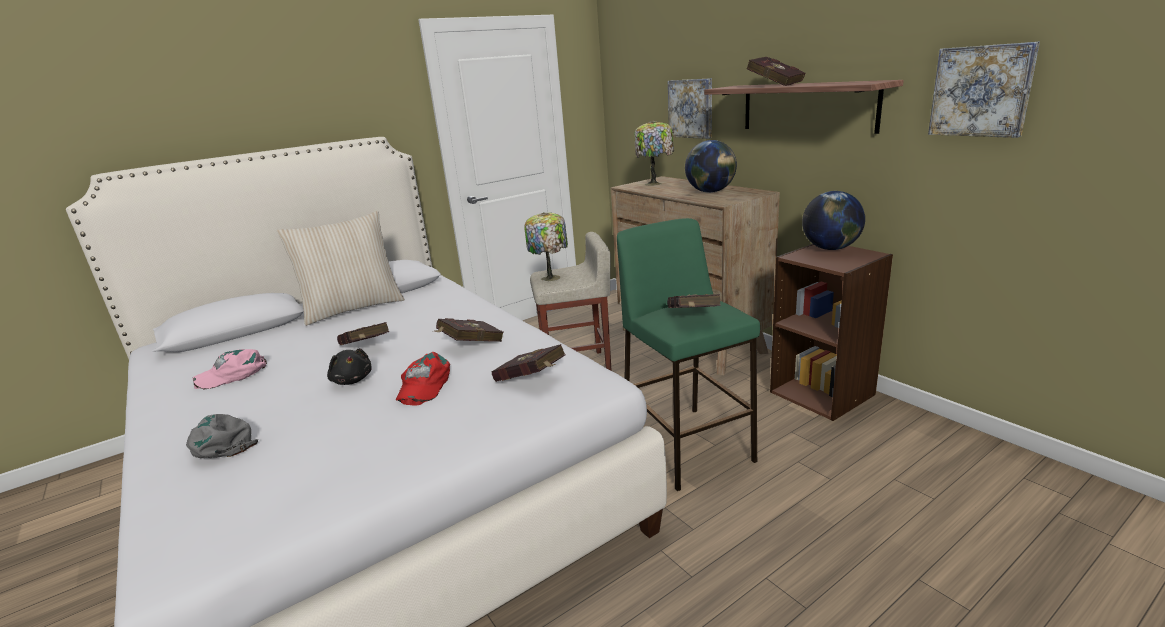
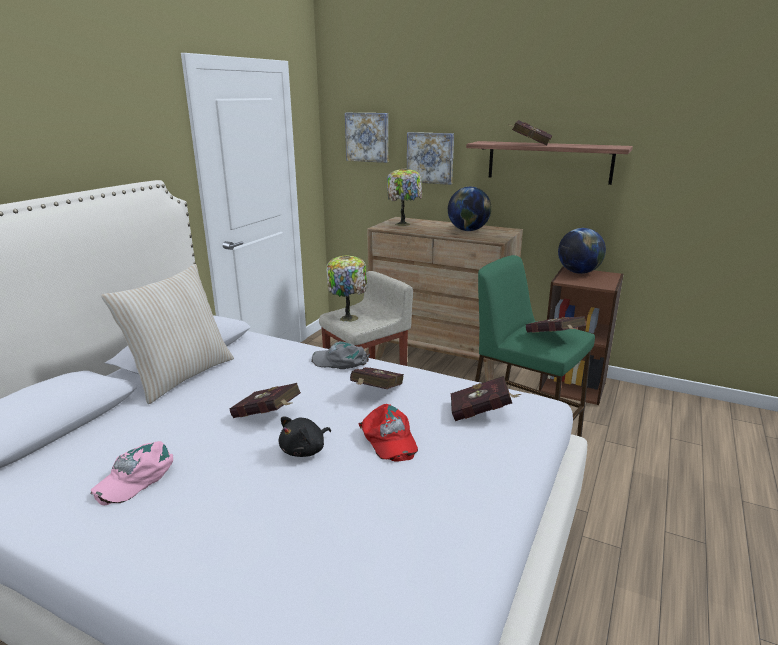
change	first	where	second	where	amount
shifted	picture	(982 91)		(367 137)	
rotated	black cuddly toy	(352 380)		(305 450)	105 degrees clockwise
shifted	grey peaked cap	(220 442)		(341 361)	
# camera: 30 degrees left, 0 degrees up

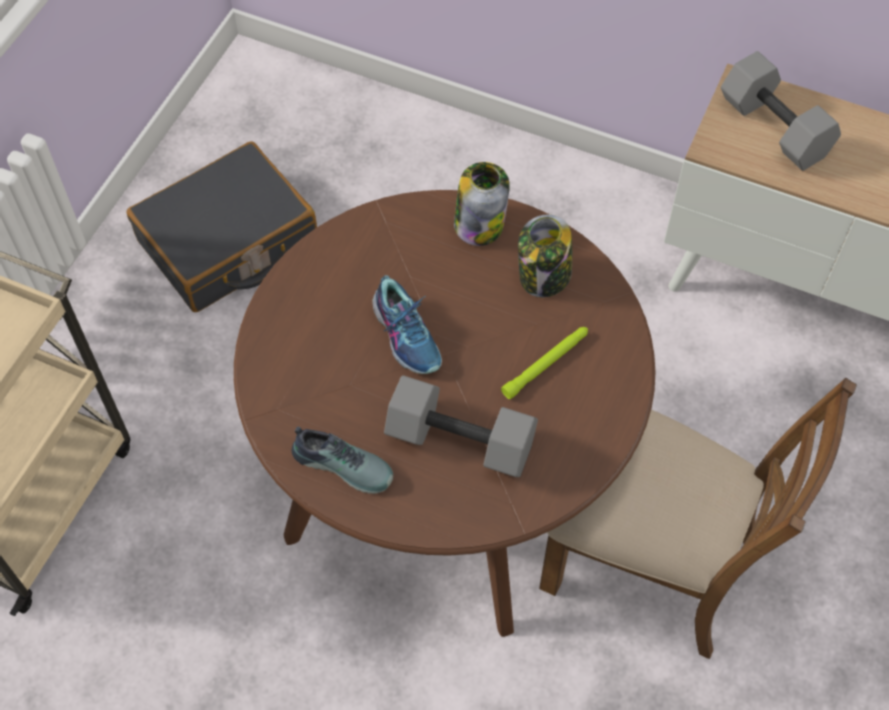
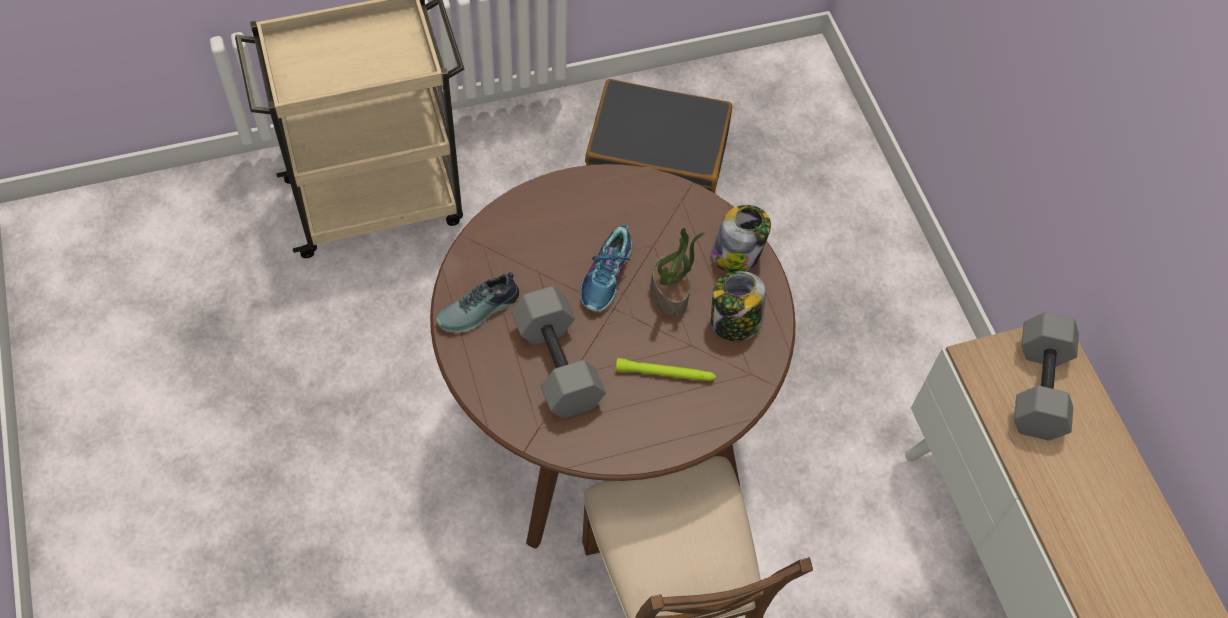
change	first	where	second	where	amount
rotated	shoe	(344 463)		(479 311)	75 degrees clockwise
new			potted plant	(670 294)	
# camera: 45 degrees right, 0 degrees up

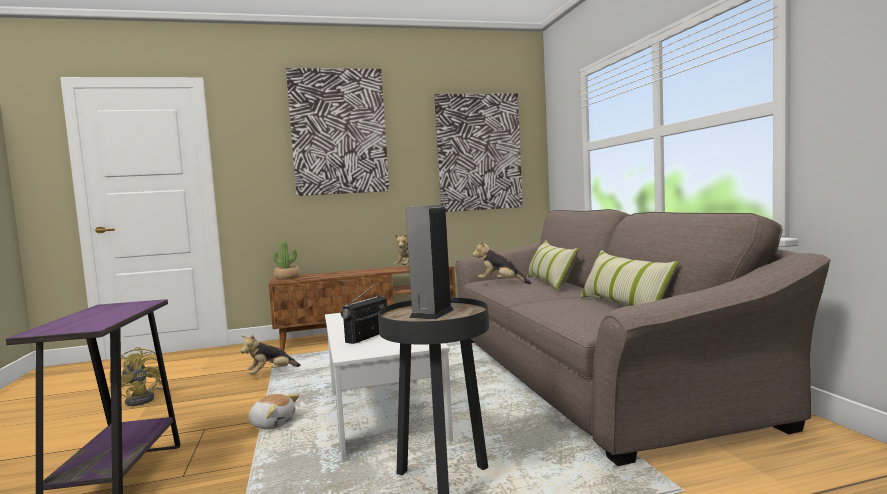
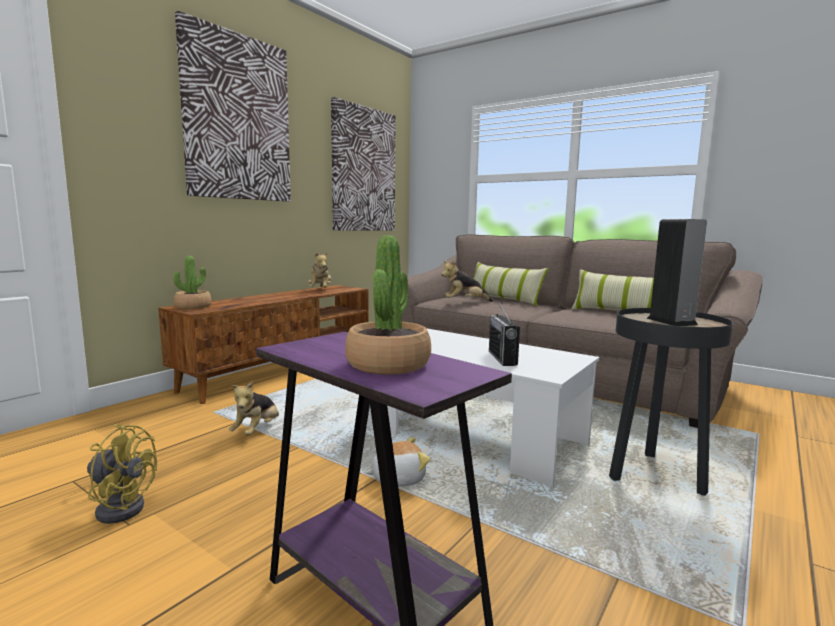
change	first	where	second	where	amount
new			potted plant	(388 364)	
# camera: 40 degrees left, 5 degrees up

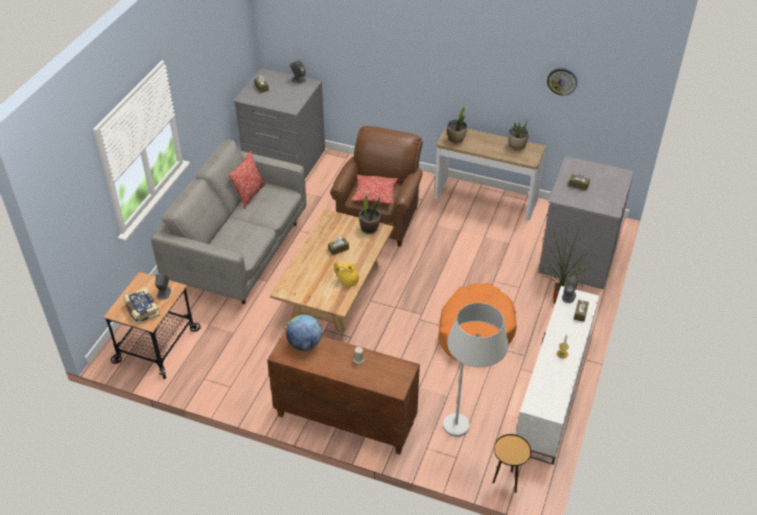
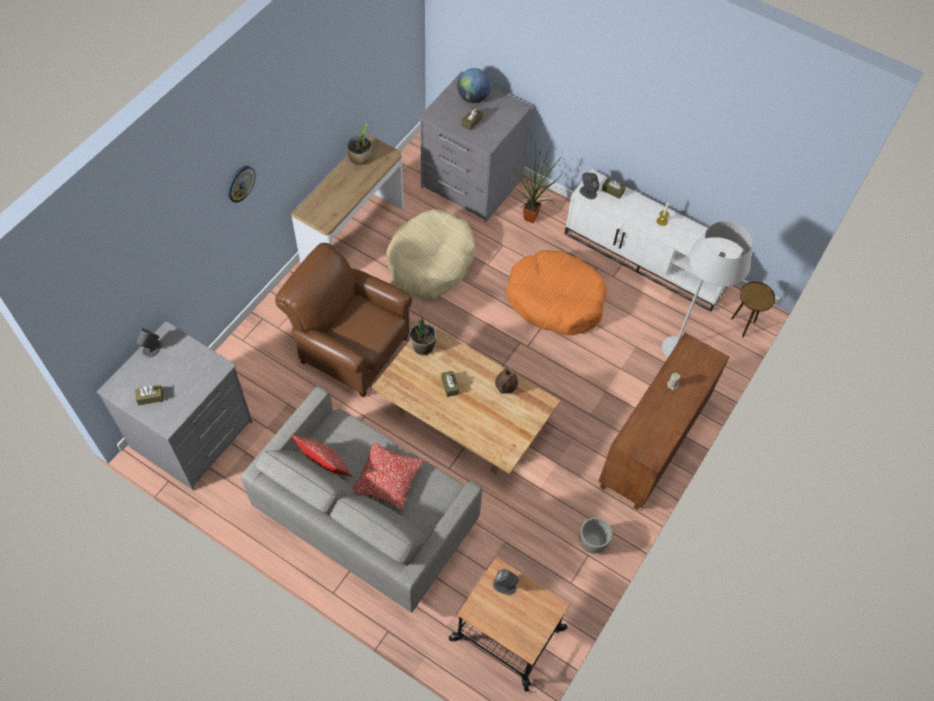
change	first	where	second	where	amount
shifted	hanging clock	(562 81)		(240 183)	
gone	potted plant	(456 139)			
shifted	pillow	(375 195)		(387 480)	
repainted	yellow-coloured pot for tea	(348 280)	brown pot for tea	(505 386)	
gone	volume	(141 310)			
shifted	desk globe	(304 344)		(473 98)	
new			sand-coloured dog cushion	(430 262)	
new			planter	(592 543)	
# camera: 80 degrees left, 15 degrees up

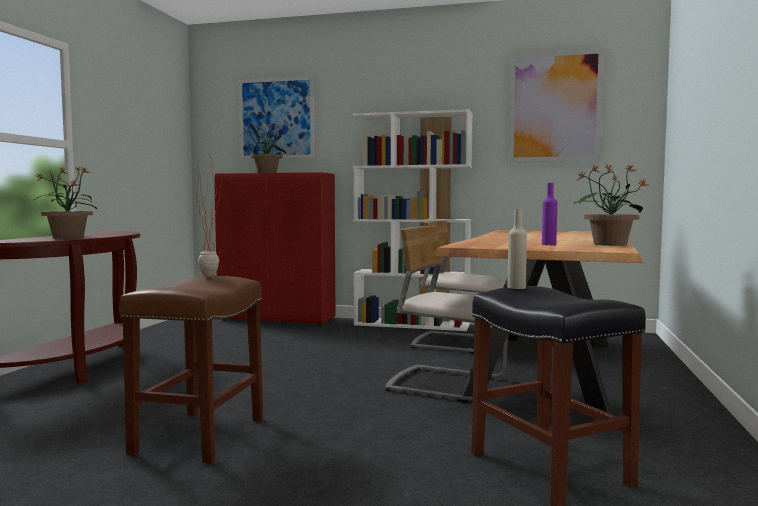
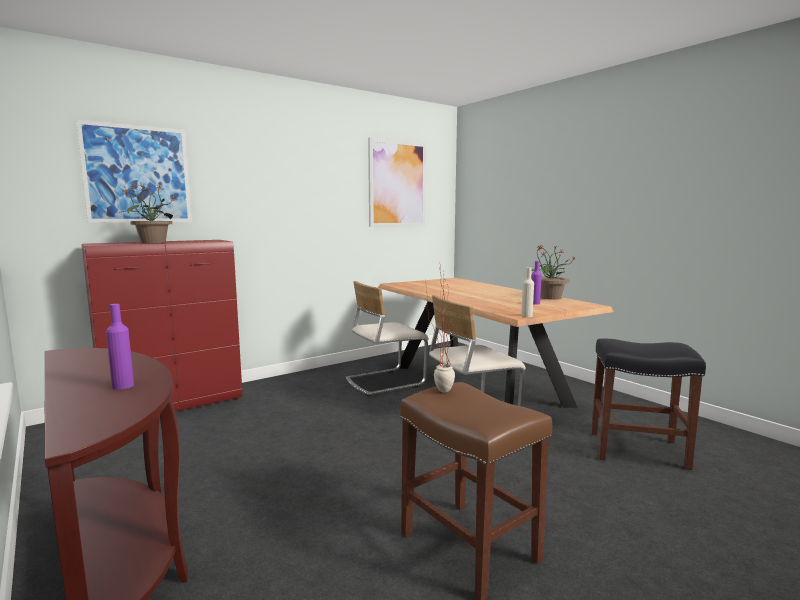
change	first	where	second	where	amount
gone	white shelving unit	(412 324)			
swapped	potted plant	(68 237)	purplish drink bottle	(123 386)	
shifted	sand-coloured drink bottle	(516 287)		(526 315)	
# camera: 50 degrees left, 5 degrees up

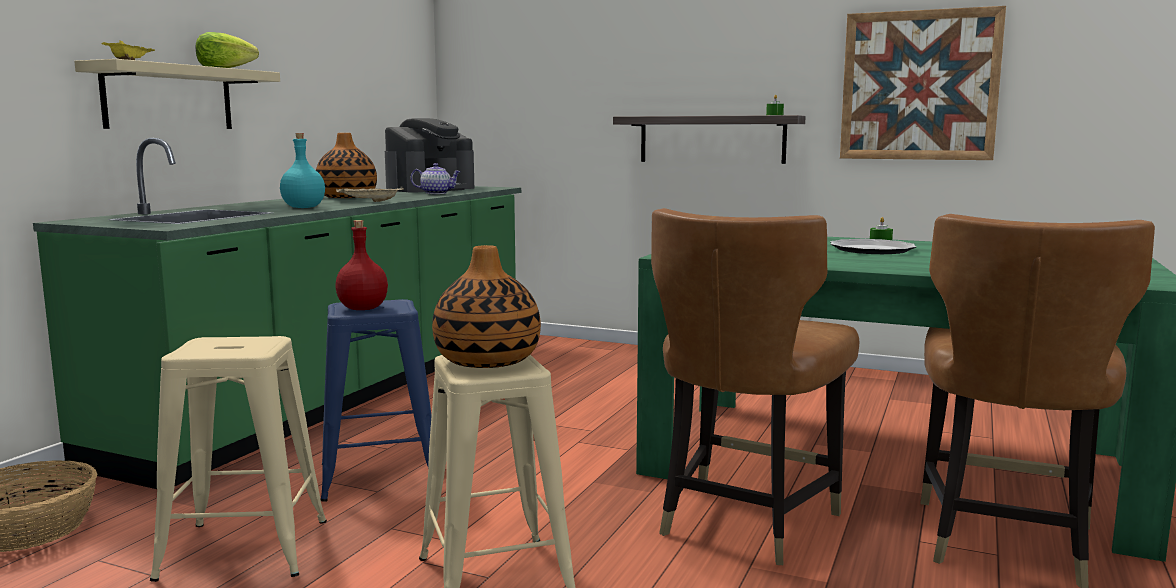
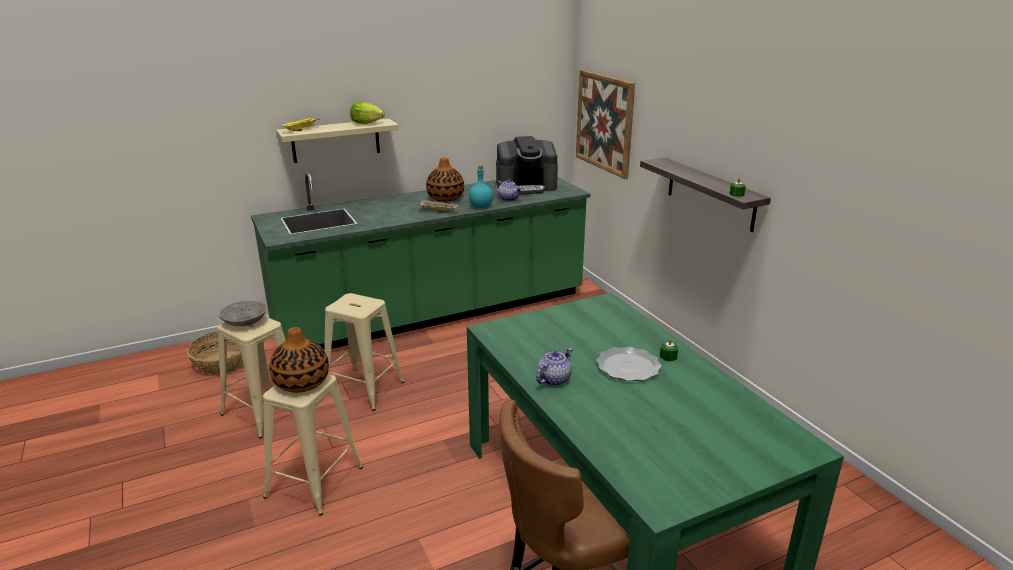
change	first	where	second	where	amount
shifted	picture	(919 86)		(604 122)	
shifted	turquoise drink bottle	(304 207)		(480 207)	
gone	brown upright chair	(744 521)			
gone	red-coloured drink bottle	(362 309)			
repainted	blue stool seat	(379 476)	sand-coloured stool seat	(364 389)	
new			grey deep dish	(245 322)	
new			pot for tea	(553 379)	
# camera: 40 degrees right, 15 degrees up

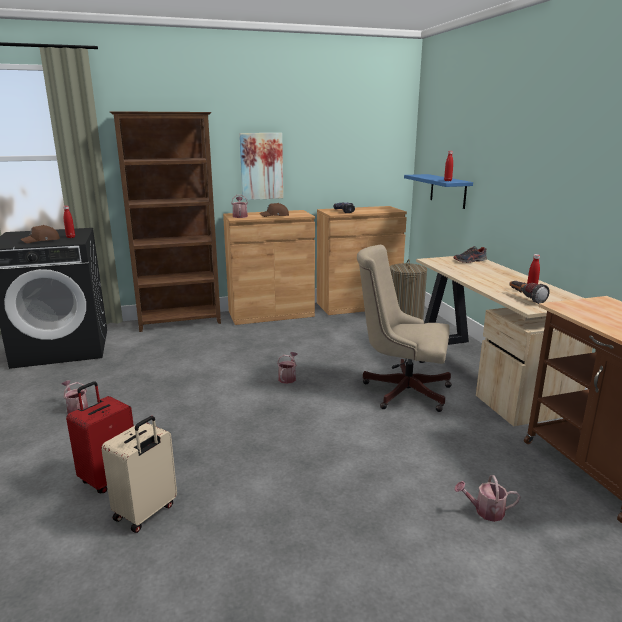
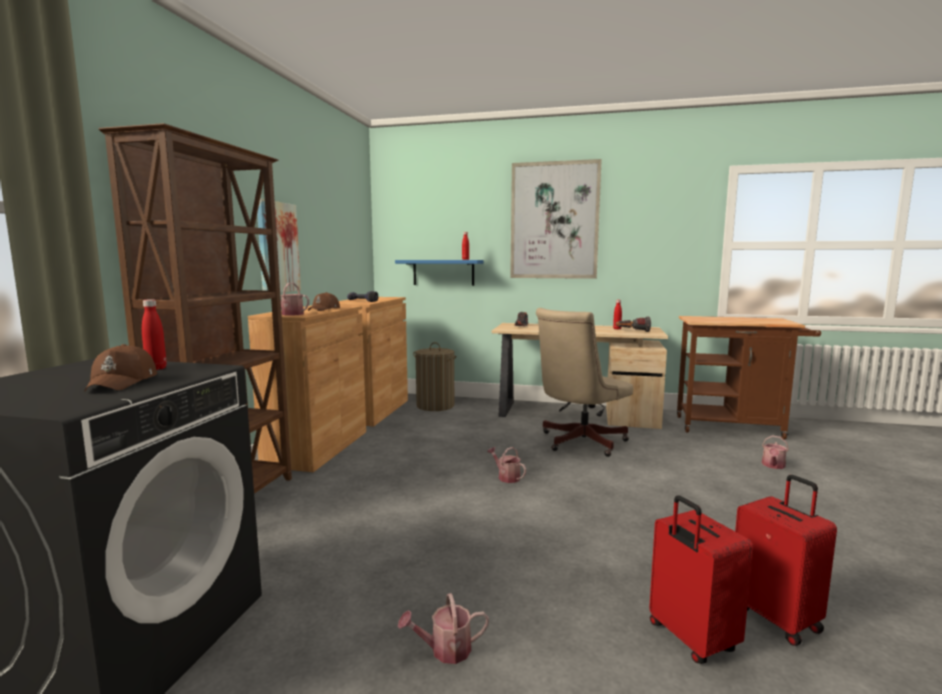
change	first	where	second	where	amount
repainted	sand-coloured suitcase	(146 512)	red-coloured suitcase	(776 618)	
new			picture	(554 220)	
# camera: 60 degrees left, 10 degrees down

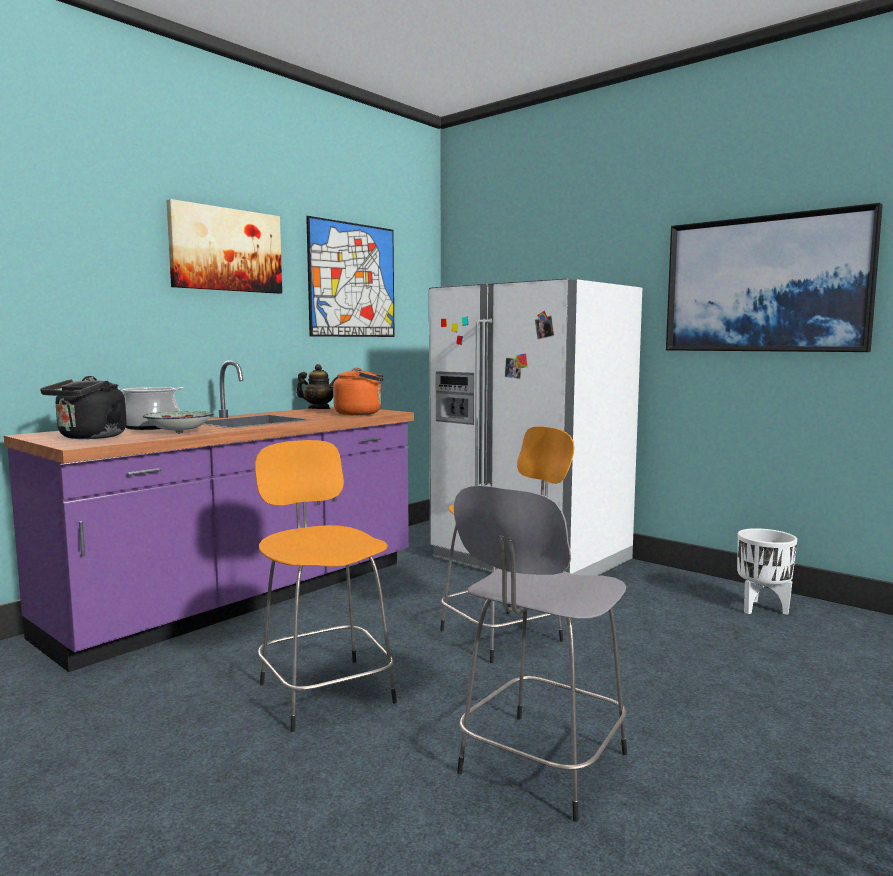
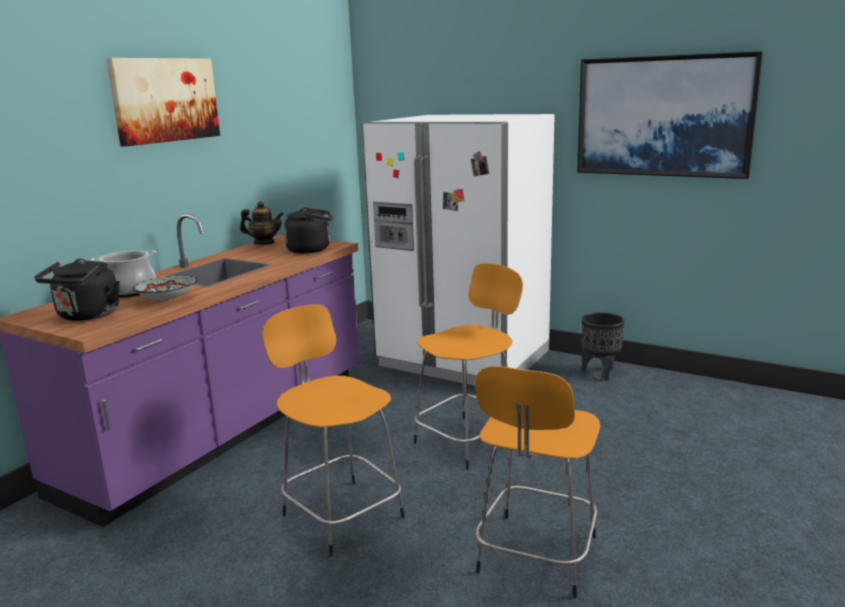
change	first	where	second	where	amount
gone	picture	(352 280)			
repainted	orange-coloured tea kettle	(361 413)	black tea kettle	(311 250)	
repainted	grey stool seat	(540 766)	orange-coloured stool seat	(536 557)	
gone	white planter	(762 609)			
new			black planter	(600 373)	
# camera: 10 degrees left, 10 degrees up

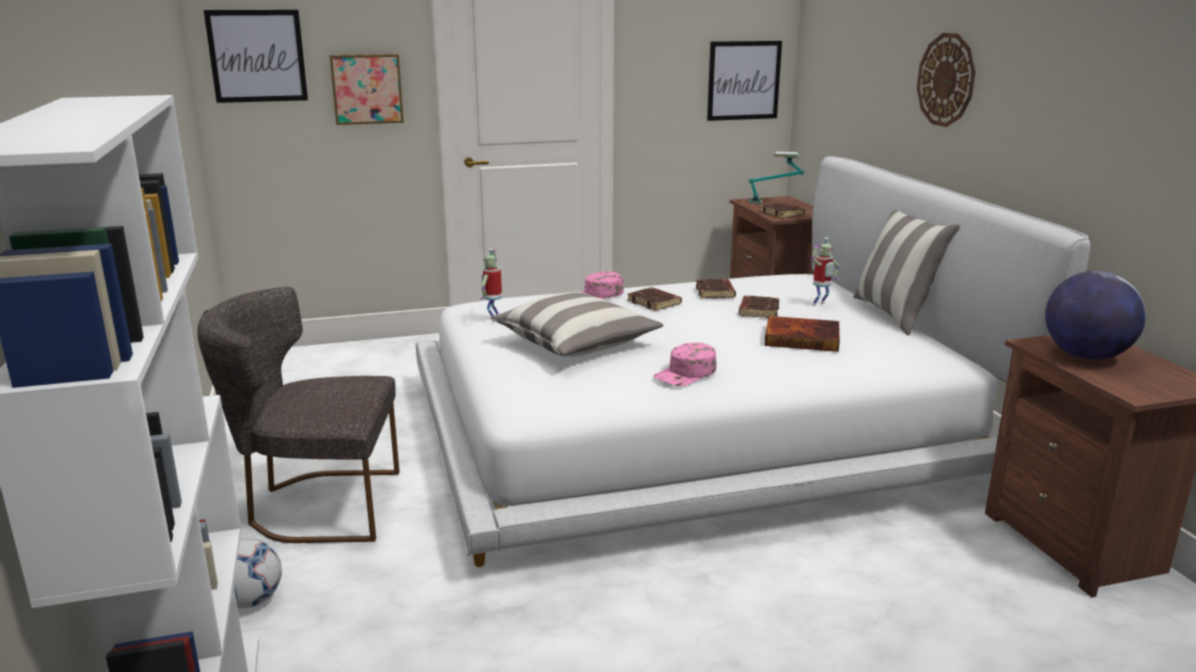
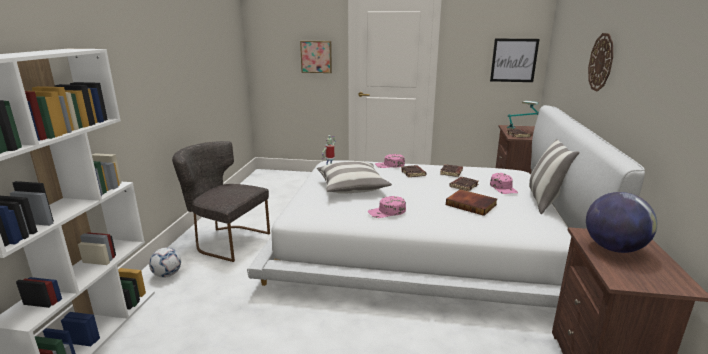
change	first	where	second	where	amount
gone	picture	(257 56)			
swapped	toy robot	(820 305)	pink-coloured peaked cap	(503 188)	
# camera: 25 degrees right, 0 degrees up

